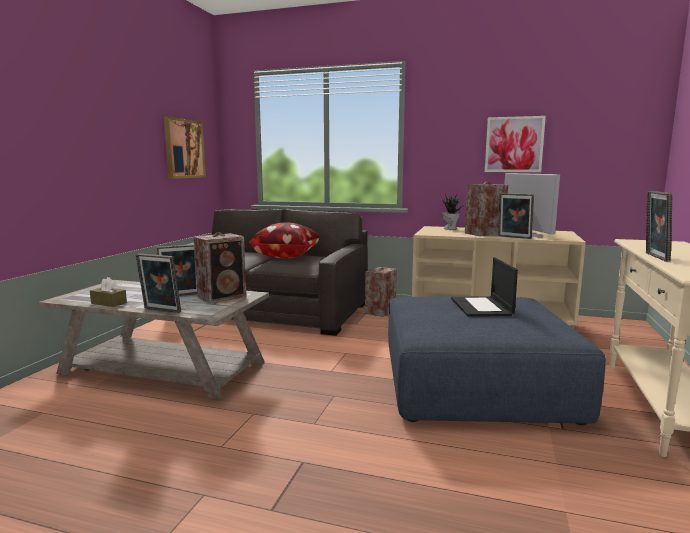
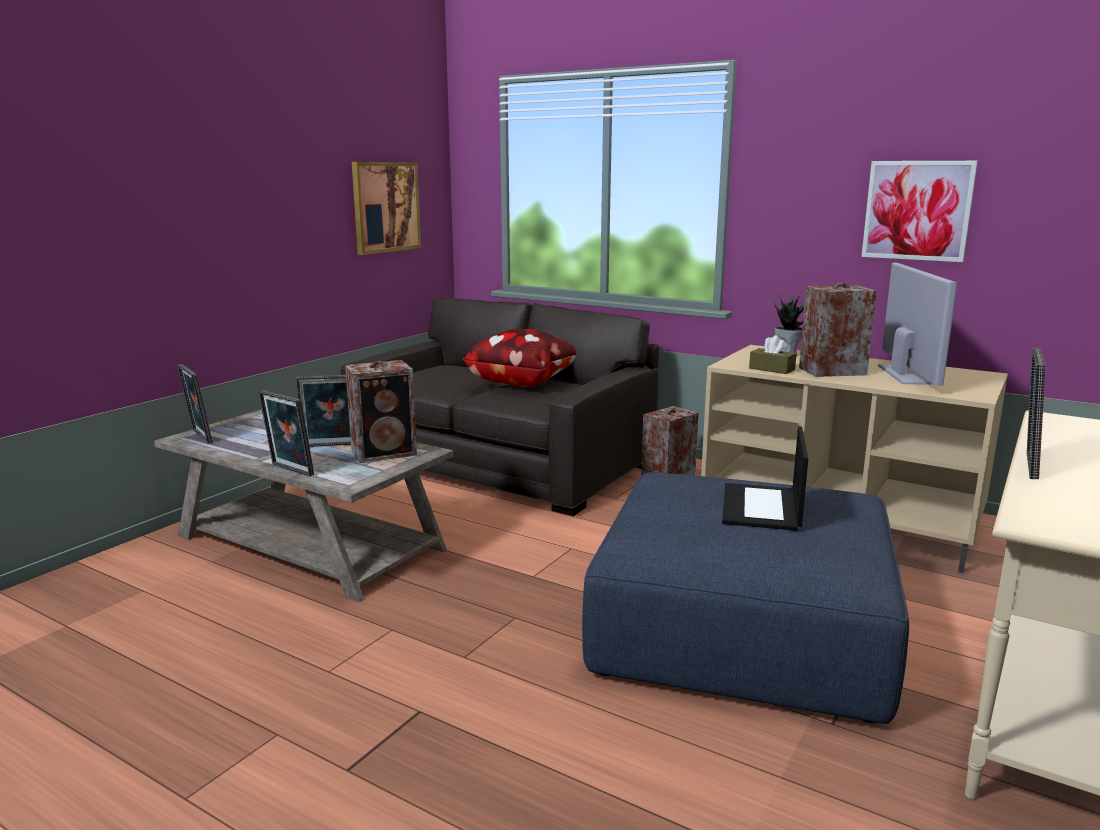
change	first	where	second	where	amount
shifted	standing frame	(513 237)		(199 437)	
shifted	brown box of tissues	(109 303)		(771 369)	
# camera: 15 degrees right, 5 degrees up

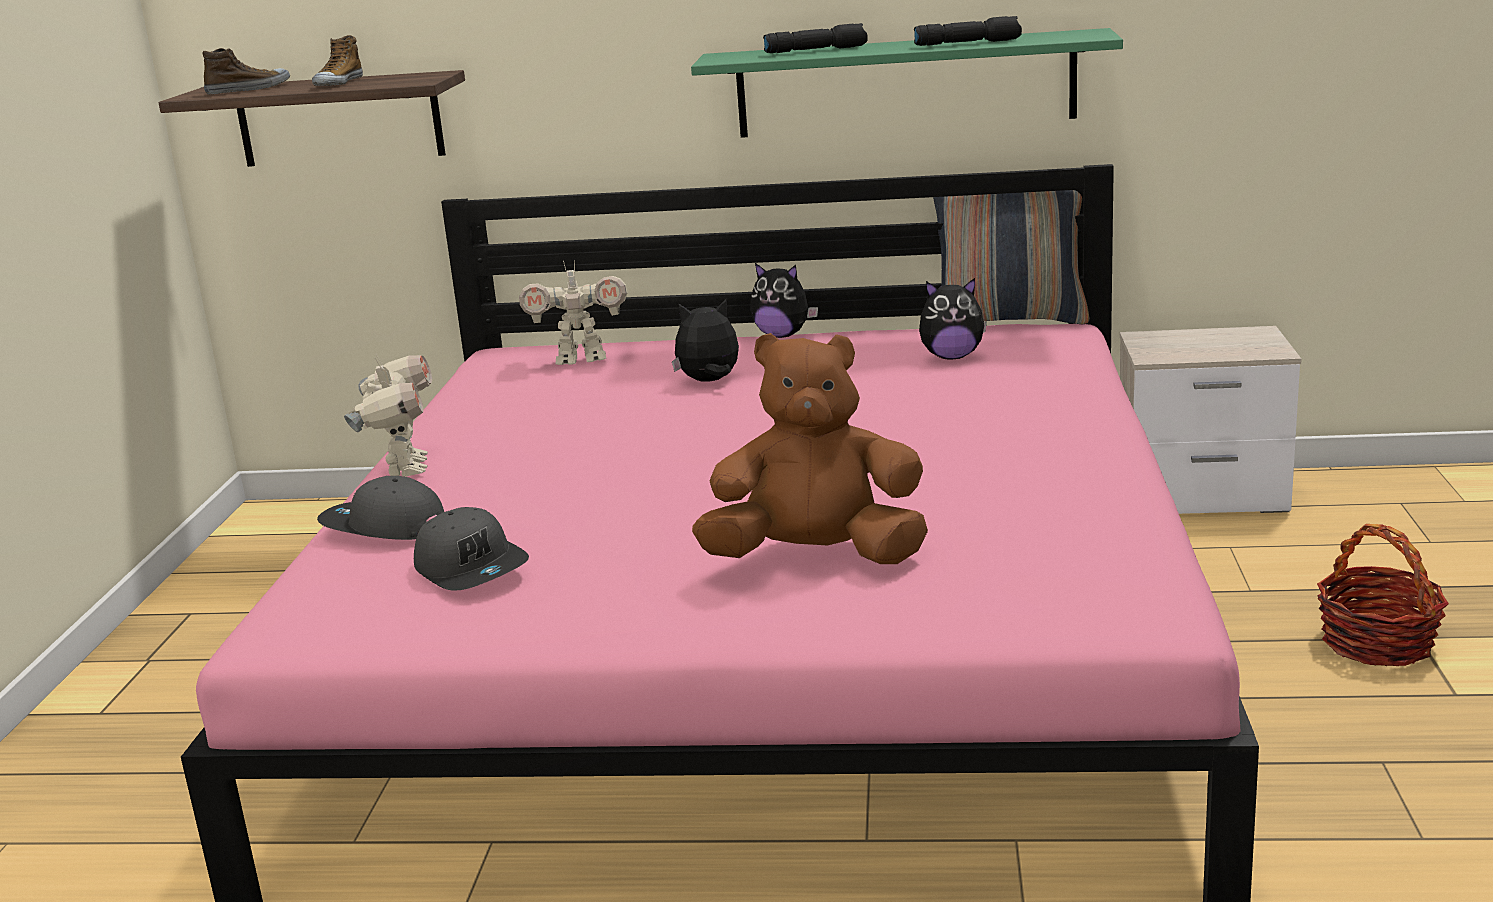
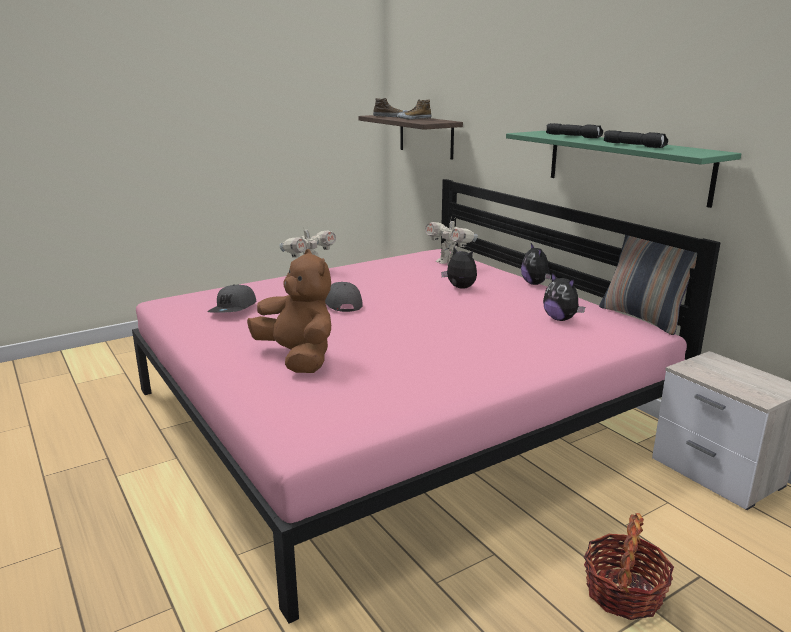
change	first	where	second	where	amount
shifted	grey peaked cap	(383 528)		(341 303)	
# camera: 50 degrees right, 0 degrees up

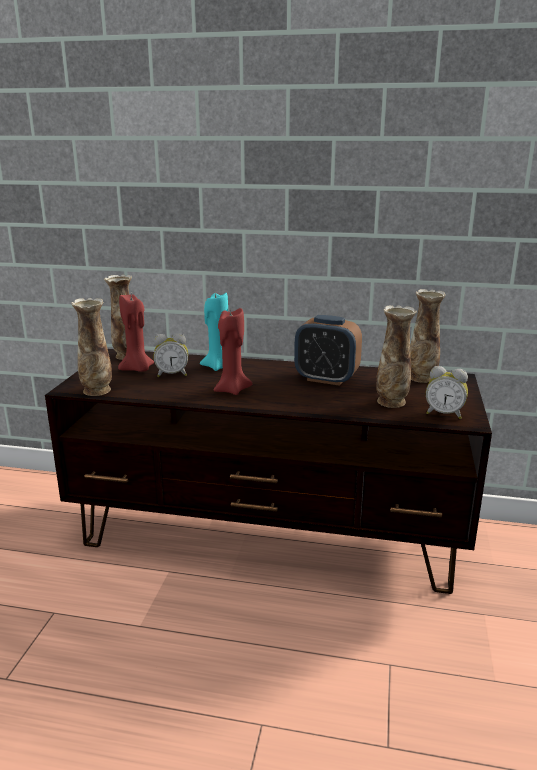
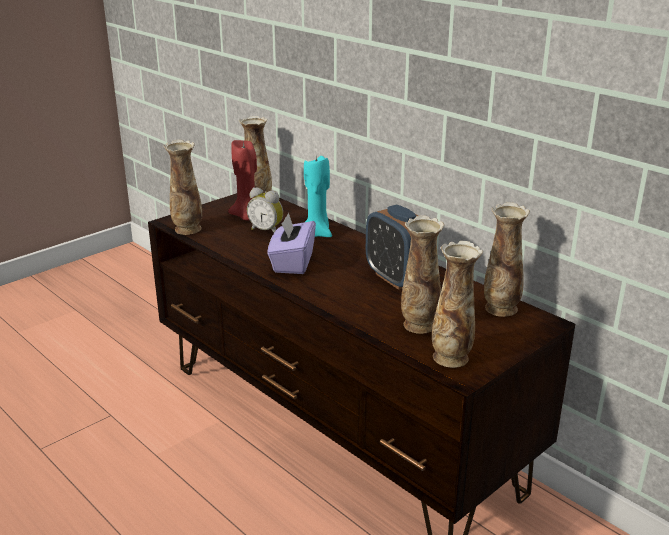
change	first	where	second	where	amount
swapped	red-coloured wax light	(232 390)	purplish box of tissues	(292 262)	
swapped	alarm clock	(444 414)	decorative vase	(451 357)	
# camera: 35 degrees right, 5 degrees up

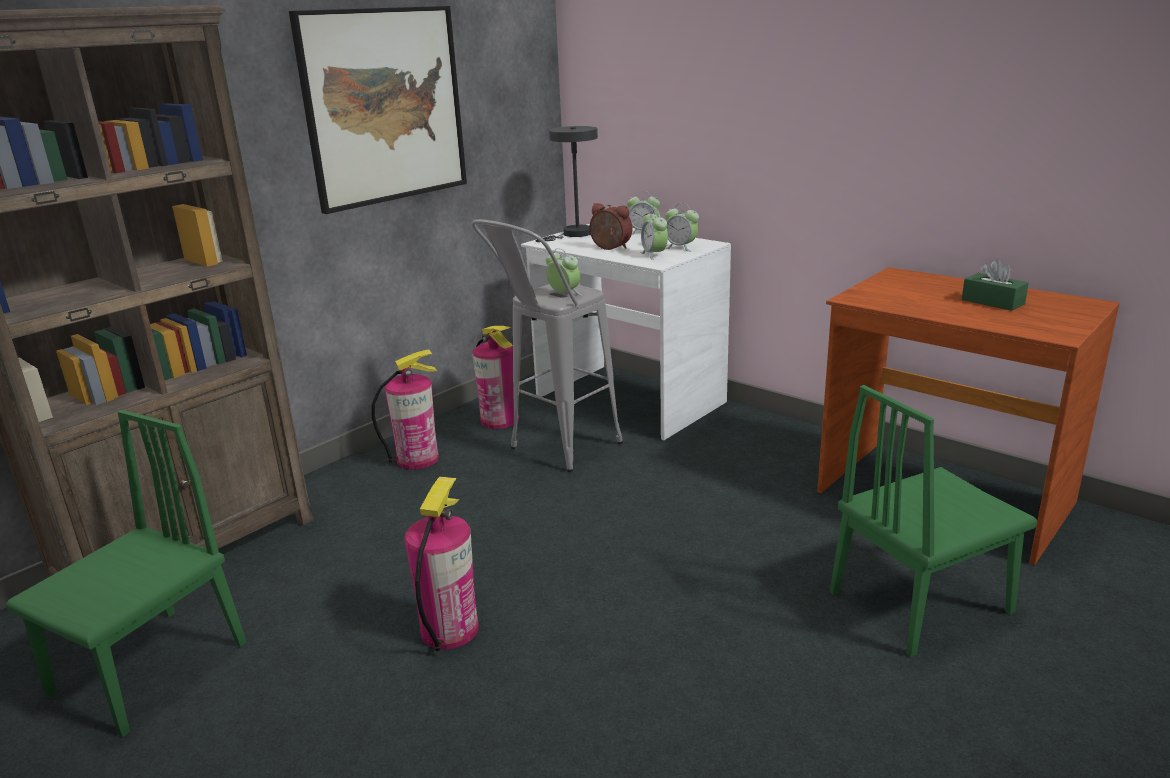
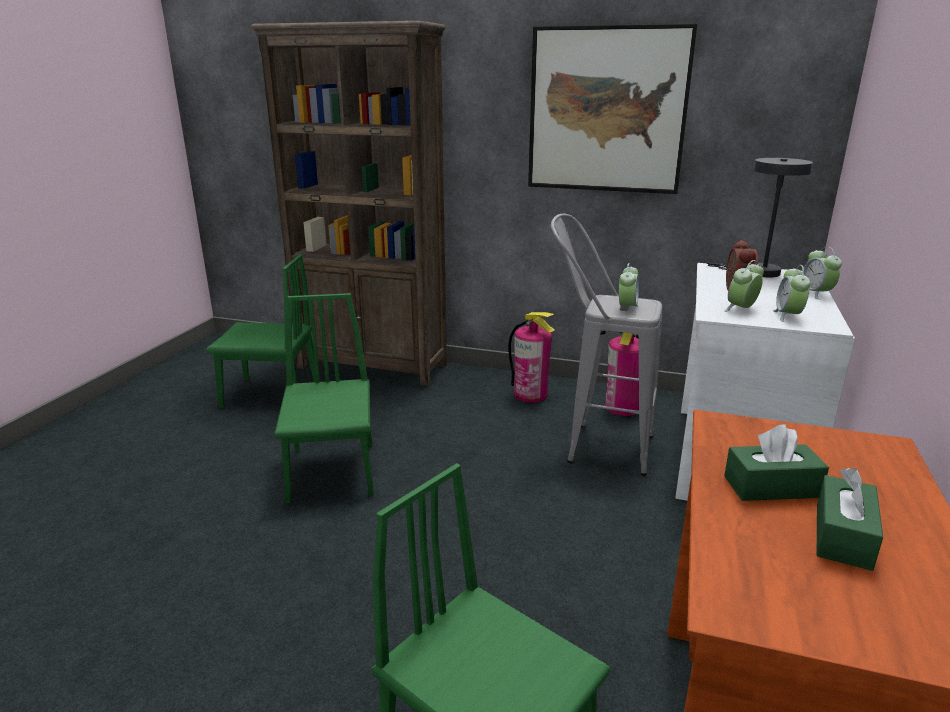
change	first	where	second	where	amount
swapped	fire-fighting cylinder	(449 629)	green-coloured upright chair	(332 471)	
new			green-coloured box of tissues	(771 487)	
# camera: 65 degrees right, 0 degrees up

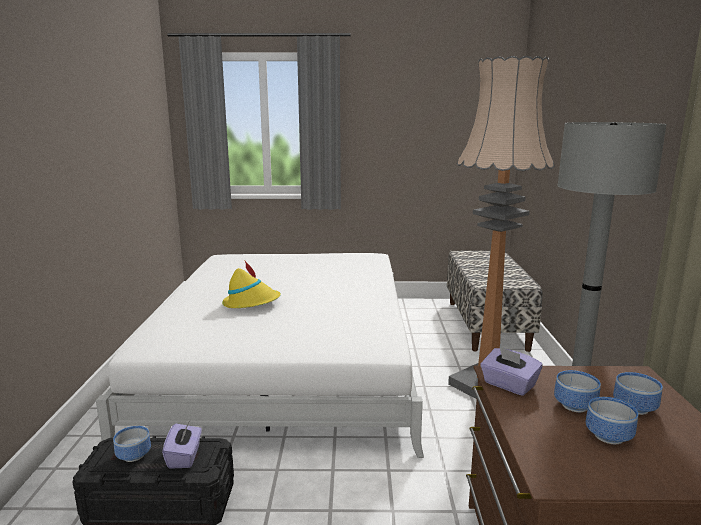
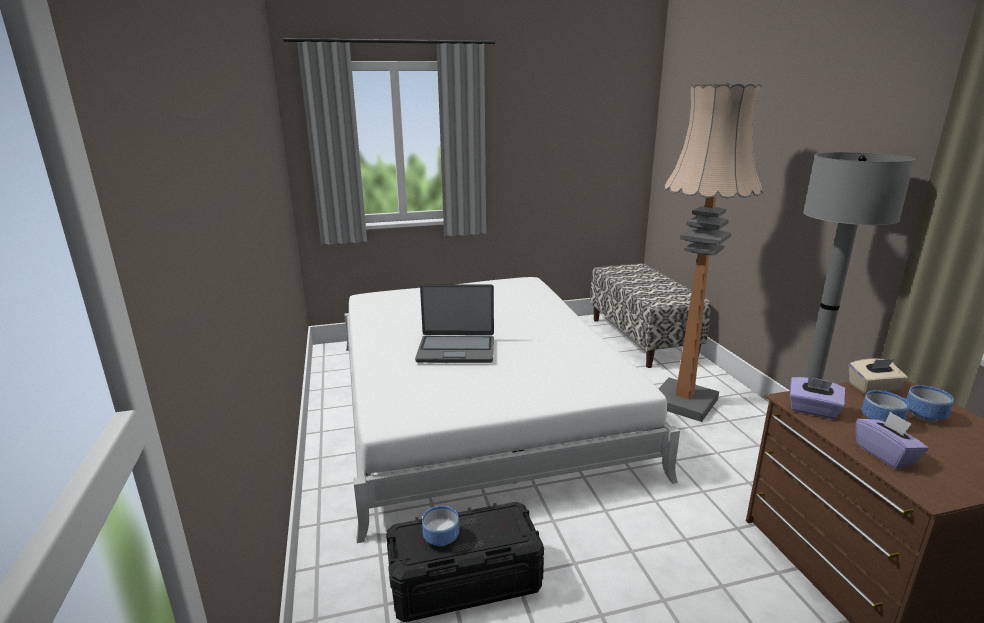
change	first	where	second	where	amount
swapped	yellow-coloured wearable hat	(251 303)	notebook computer	(456 350)	
gone	deep dish	(607 435)			
shifted	purplish box of tissues	(184 457)		(885 454)	
new			sand-coloured box of tissues	(873 388)	
# camera: 15 degrees left, 5 degrees up

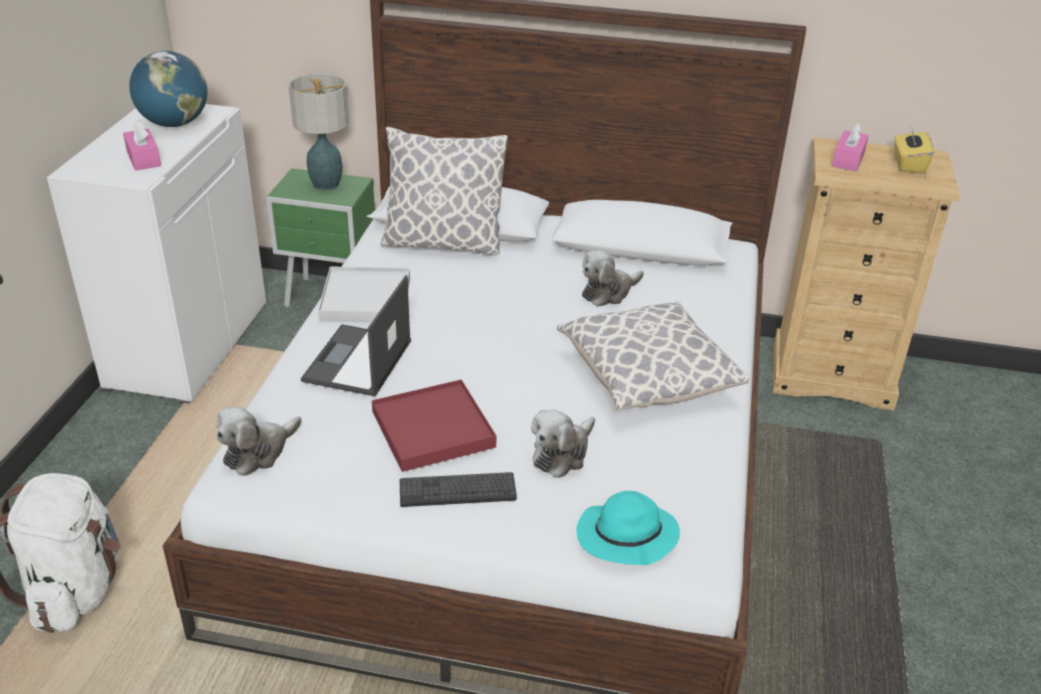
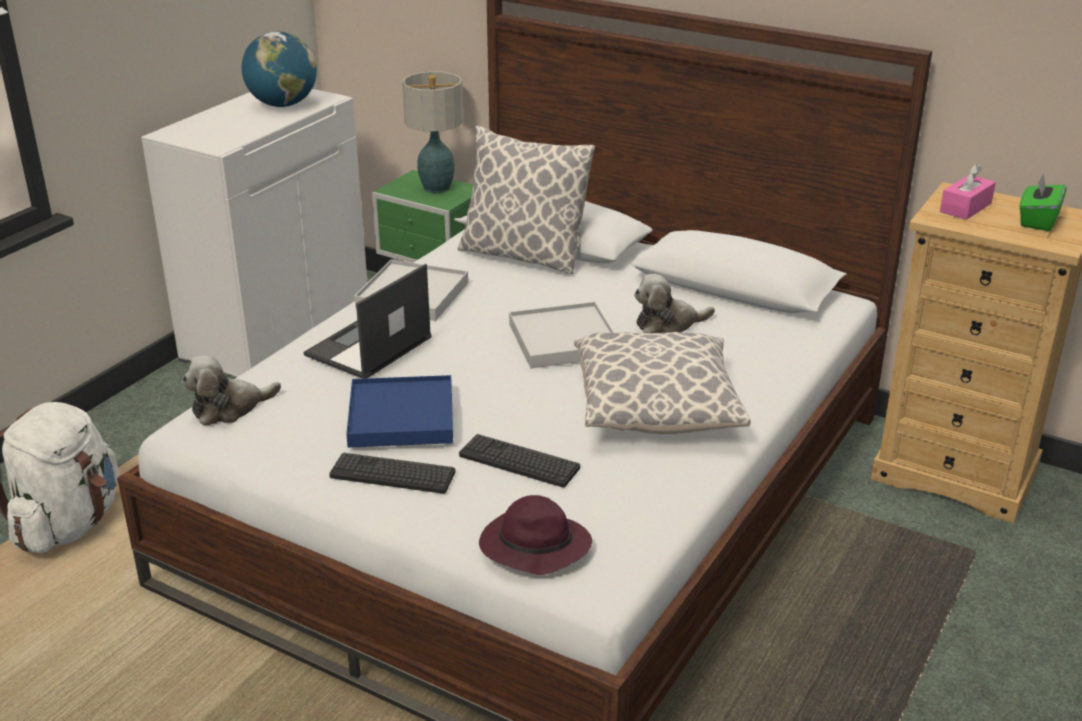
change	first	where	second	where	amount
gone	pink-coloured box of tissues	(143 158)			
repainted	yellow-coloured box of tissues	(908 164)	green-coloured box of tissues	(1037 220)	
repainted	red-coloured carrying tray	(432 429)	blue carrying tray	(401 416)	
swapped	cuddly toy	(562 453)	computer keyboard	(519 462)	
repainted	turquoise wearable hat	(625 537)	purplish wearable hat	(533 547)	
new			white carrying tray	(563 340)	
# camera: 20 degrees right, 5 degrees down

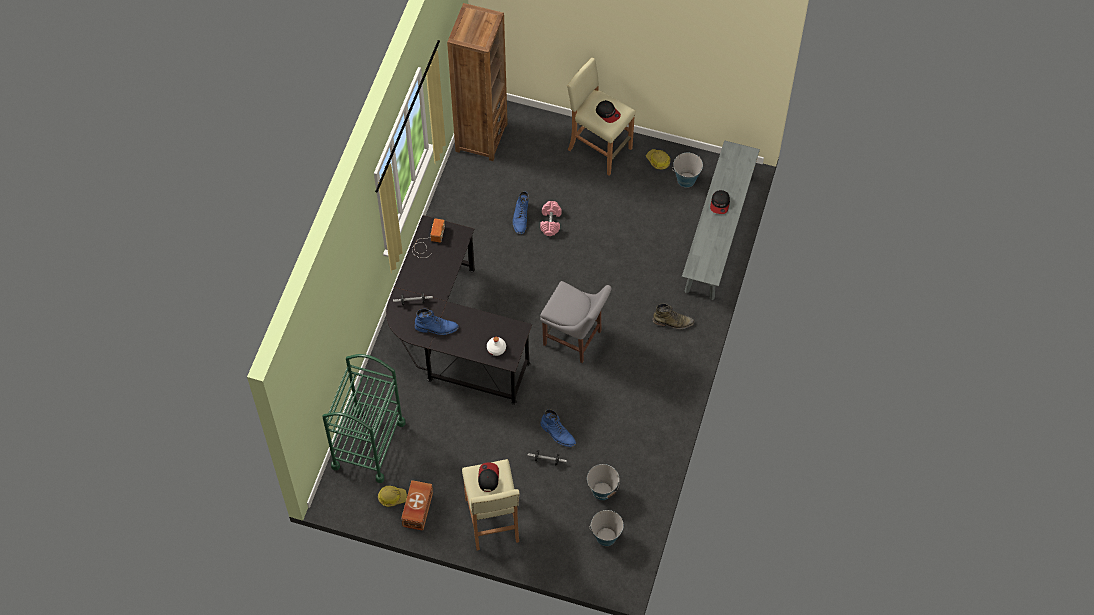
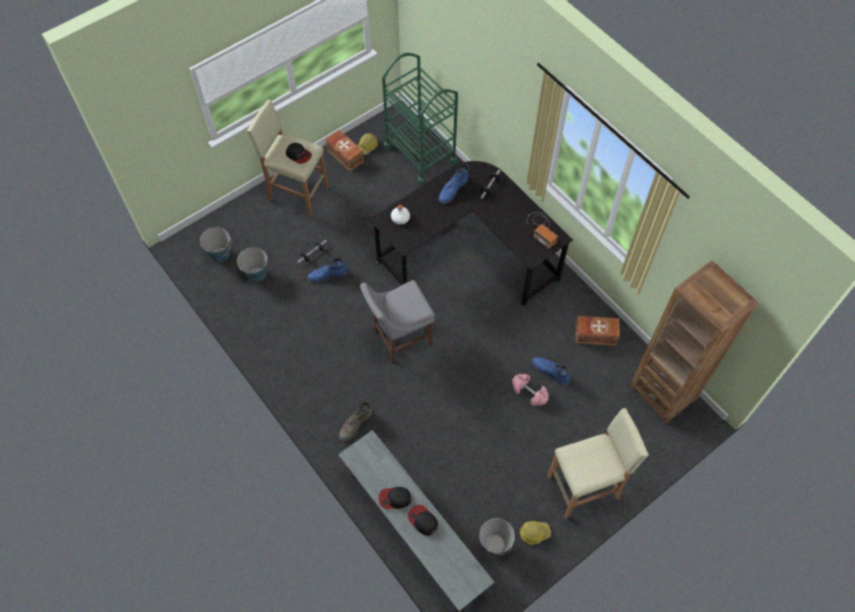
change	first	where	second	where	amount
shifted	peaked cap	(608 113)		(394 498)	
new			brown storage box	(595 334)	
# camera: 125 degrees right, 0 degrees up

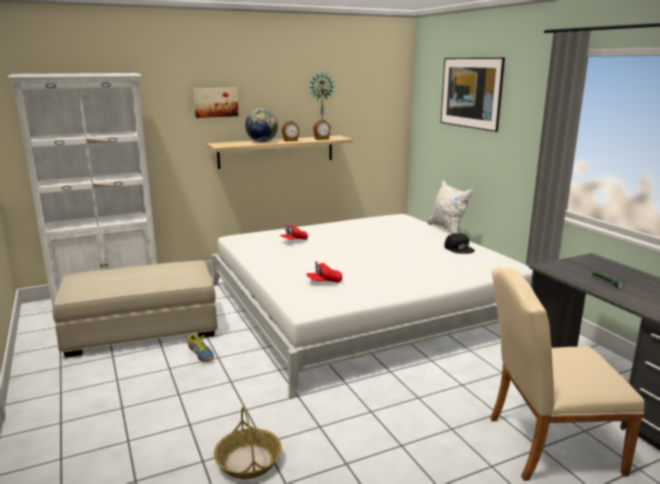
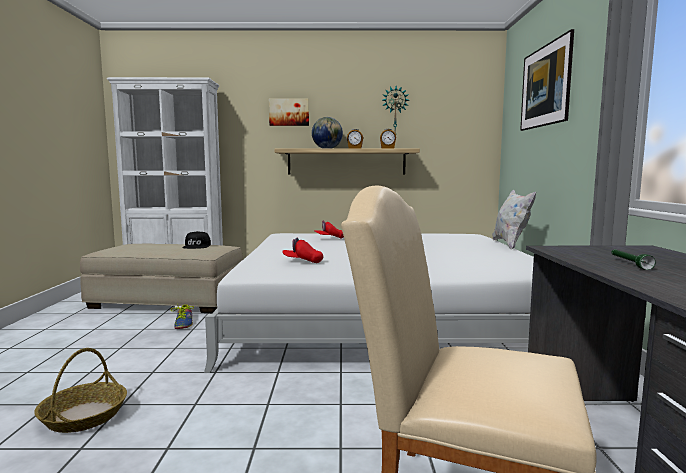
change	first	where	second	where	amount
shifted	black peaked cap	(459 248)		(197 246)	
# camera: 25 degrees right, 10 degrees down

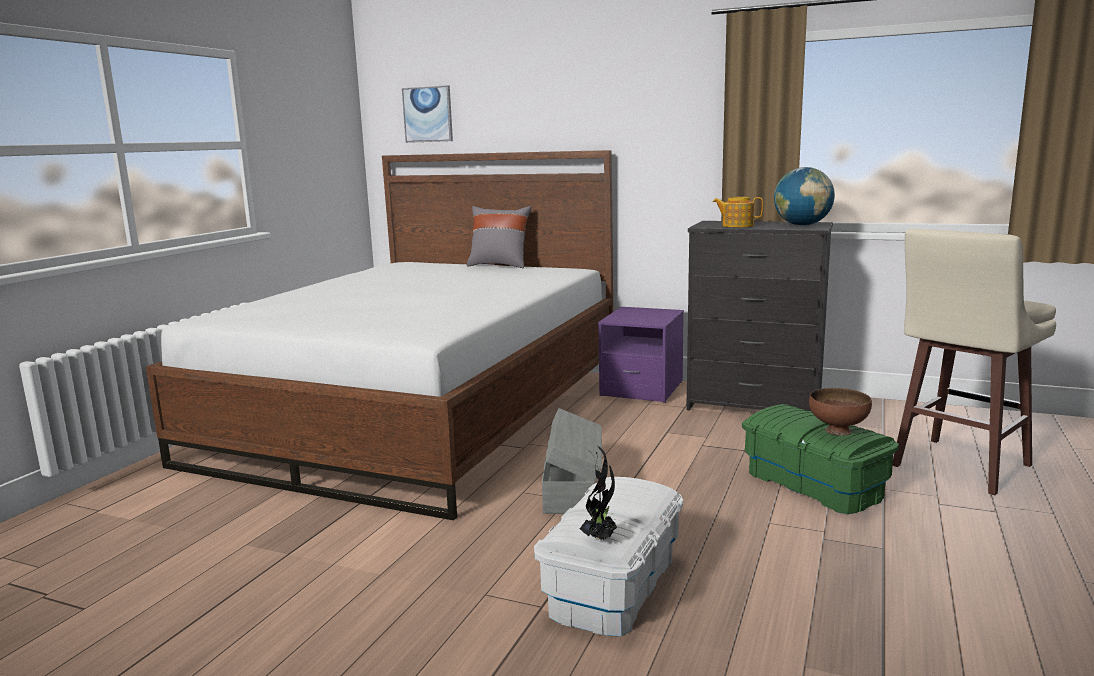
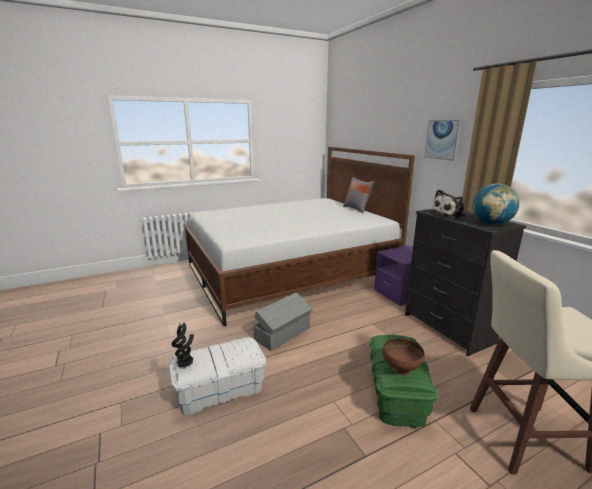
change	first	where	second	where	amount
shifted	picture	(428 114)		(442 139)	
swapped	pot for tea	(737 225)	cuddly toy	(449 215)	
# camera: 40 degrees right, 5 degrees up

